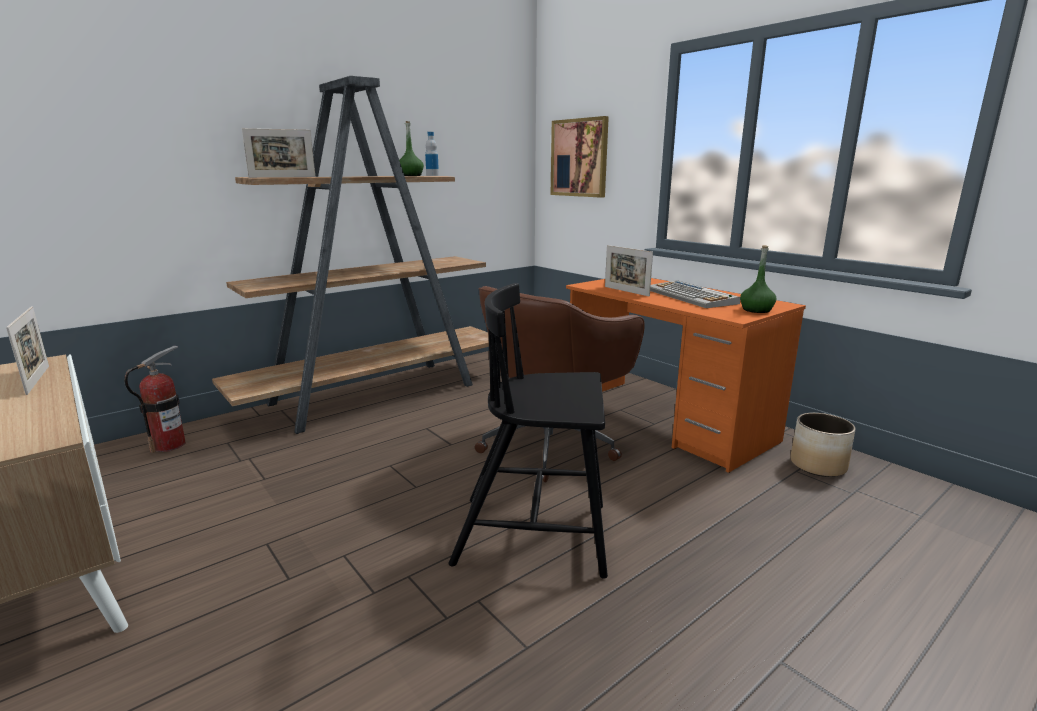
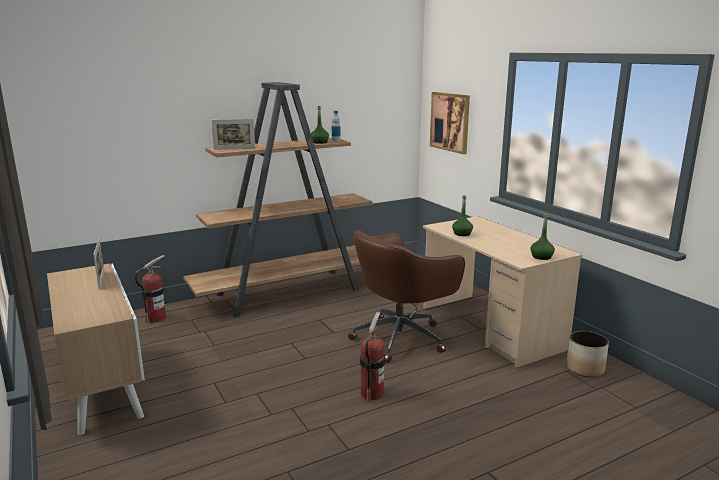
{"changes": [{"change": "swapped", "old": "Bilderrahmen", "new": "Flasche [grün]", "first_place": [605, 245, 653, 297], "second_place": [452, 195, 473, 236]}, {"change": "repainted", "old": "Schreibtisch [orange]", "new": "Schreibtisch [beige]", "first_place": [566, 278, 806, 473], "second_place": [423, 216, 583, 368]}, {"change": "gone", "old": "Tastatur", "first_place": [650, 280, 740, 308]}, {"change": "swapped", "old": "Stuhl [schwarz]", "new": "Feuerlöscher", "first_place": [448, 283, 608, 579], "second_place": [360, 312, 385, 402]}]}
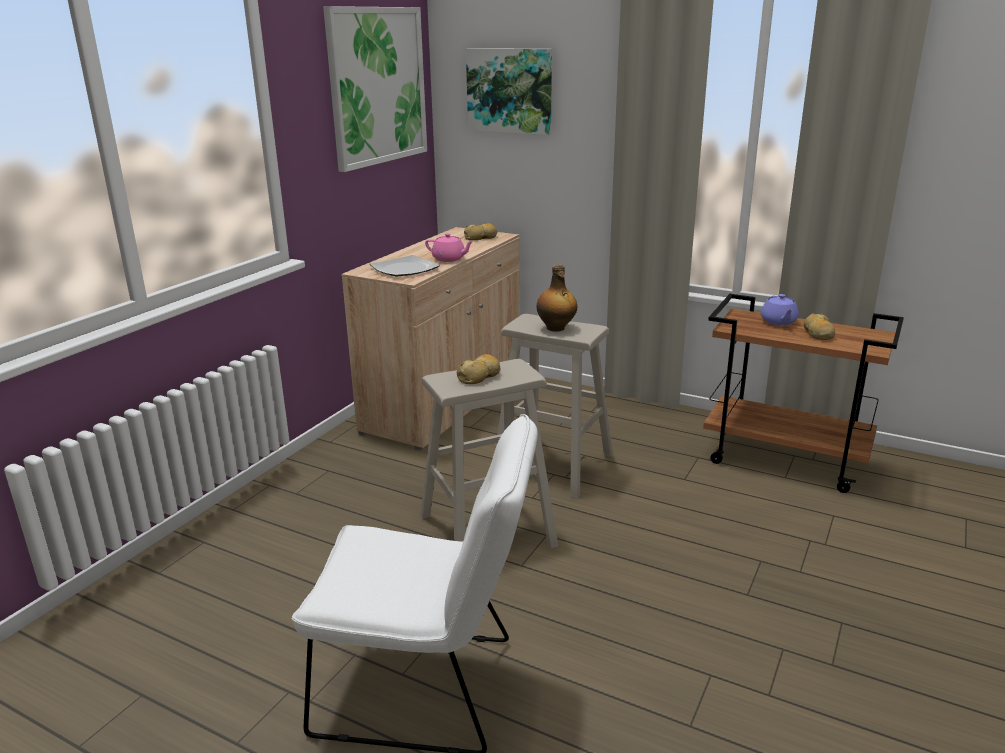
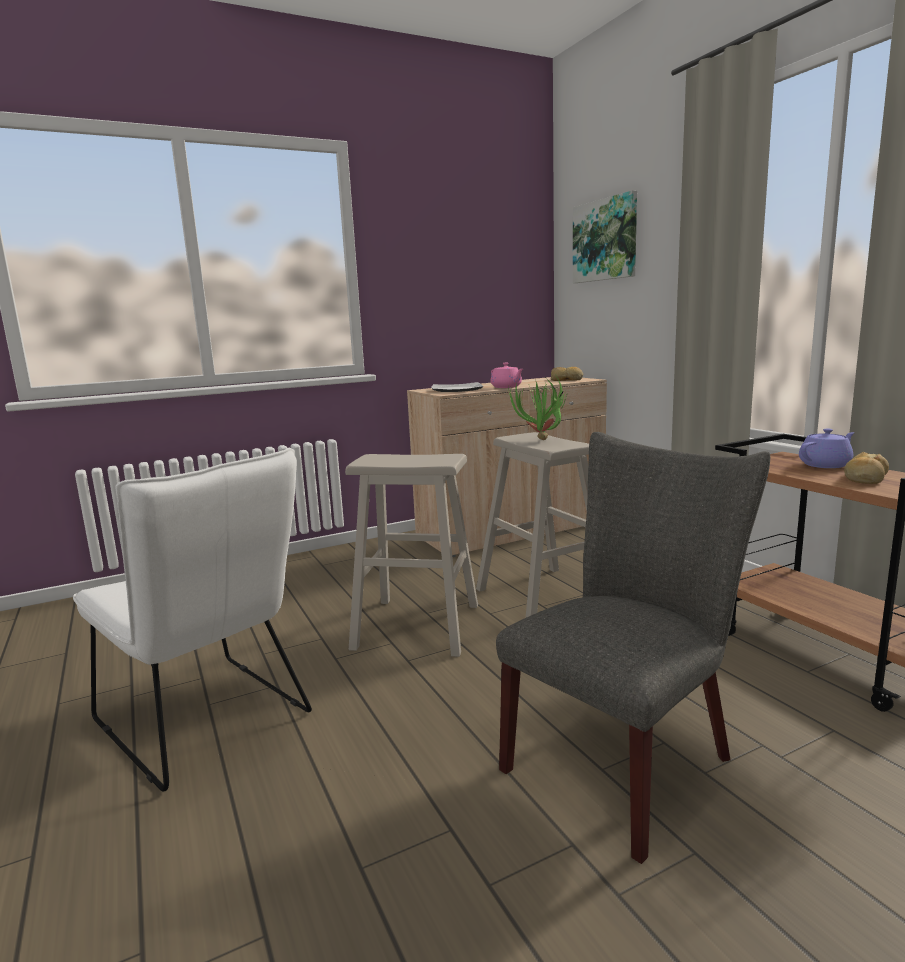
{"changes": [{"change": "gone", "old": "Bild", "first_place": [323, 6, 427, 172]}, {"change": "swapped", "old": "Flasche", "new": "Topfpflanze", "first_place": [537, 265, 577, 332], "second_place": [508, 374, 569, 440]}, {"change": "rotated", "old": "Teekanne [lila]", "first_place": [761, 294, 799, 325], "second_place": [799, 429, 855, 468], "degrees": -150}, {"change": "gone", "old": "Brot", "first_place": [457, 354, 500, 384]}, {"change": "new", "new": "Stuhl [grau]", "second_place": [496, 432, 770, 864]}]}
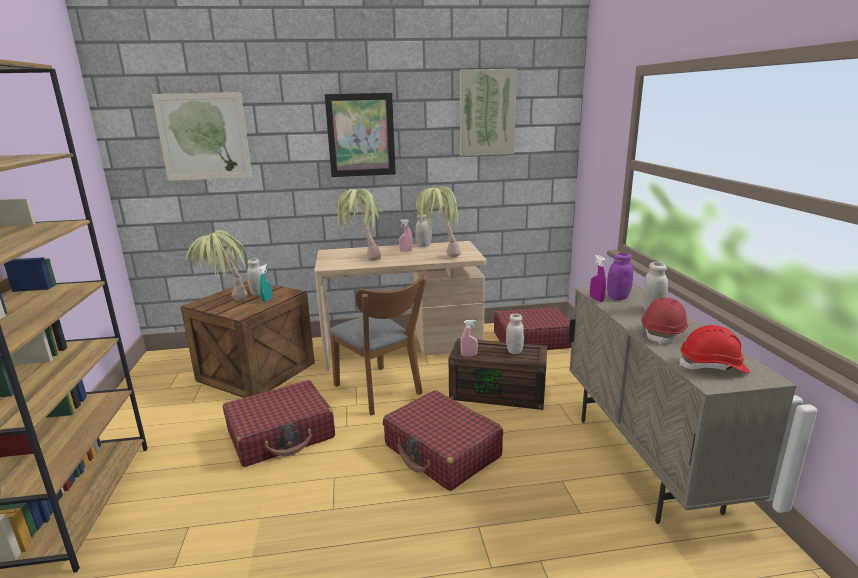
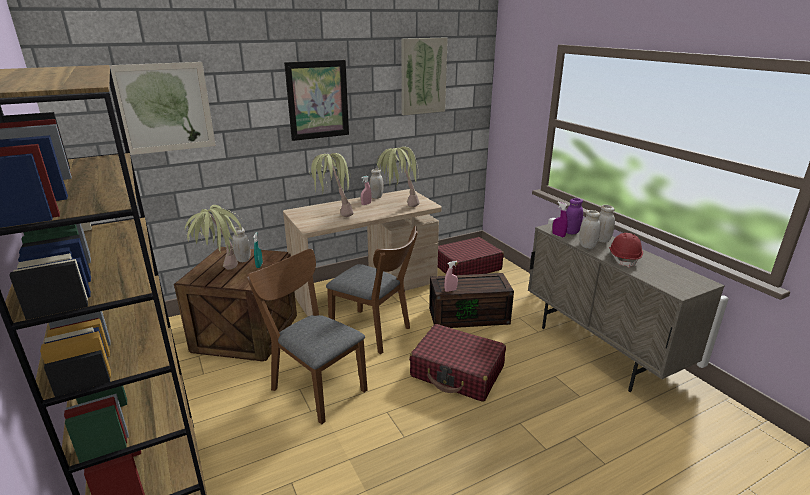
{"changes": [{"change": "shifted", "old": "Vorratsglas [weiß]", "first_place": [506, 314, 524, 354], "second_place": [579, 210, 601, 249]}, {"change": "gone", "old": "Schutzhelm [rot]", "first_place": [679, 325, 750, 374]}, {"change": "swapped", "old": "Koffer [rot]", "new": "Stuhl [braun]", "first_place": [223, 380, 335, 467], "second_place": [247, 249, 368, 424]}]}
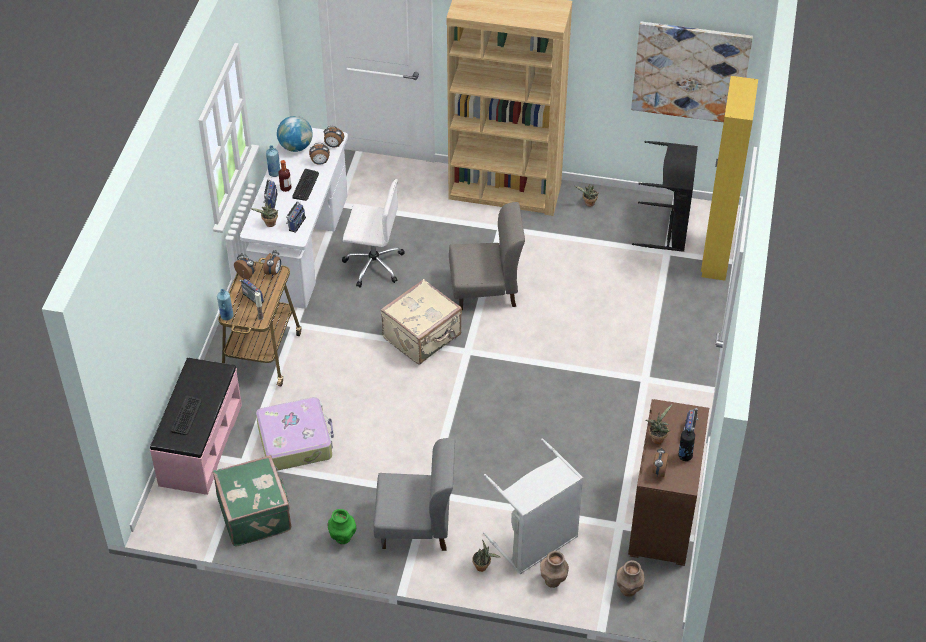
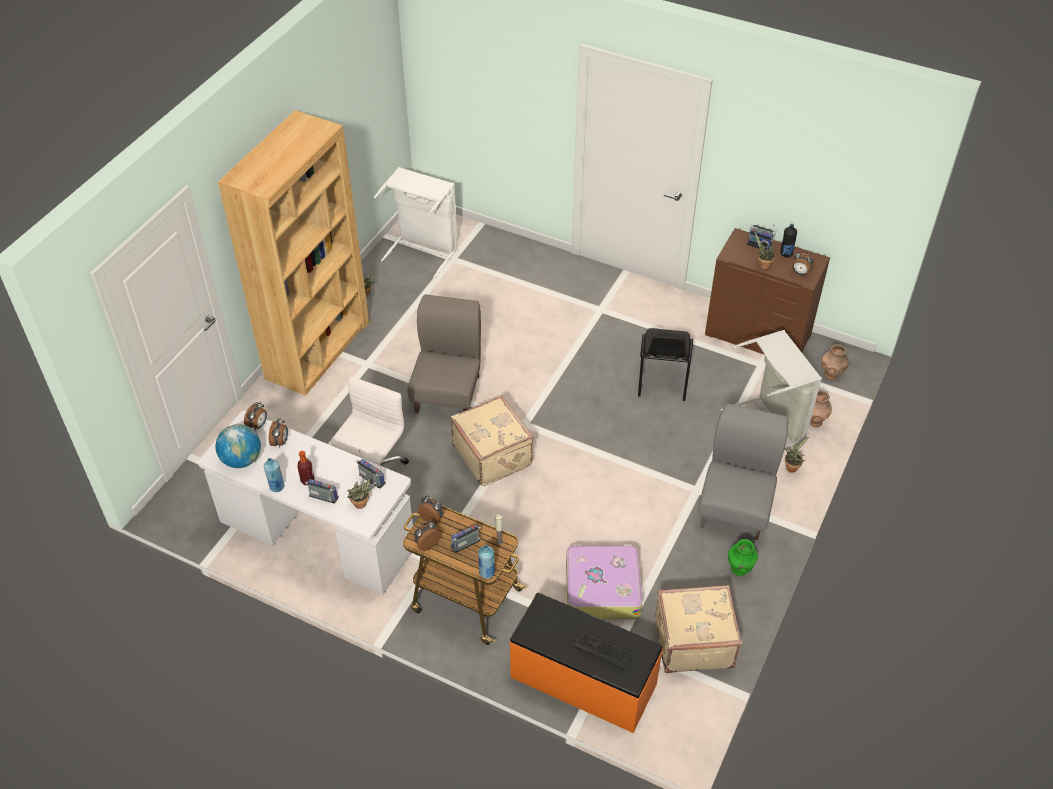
{"changes": [{"change": "gone", "old": "Bild", "first_place": [631, 22, 753, 122]}, {"change": "gone", "old": "Kleiderschrank [gelb]", "first_place": [701, 76, 758, 281]}, {"change": "repainted", "old": "Wäschekorb [schwarz]", "new": "Wäschekorb [weiß]", "first_place": [632, 141, 698, 252], "second_place": [374, 167, 458, 278]}, {"change": "gone", "old": "Tastatur", "first_place": [292, 169, 319, 201]}, {"change": "repainted", "old": "Bank [rosa]", "new": "Bank [orange]", "first_place": [150, 358, 242, 495], "second_place": [510, 593, 663, 733]}, {"change": "repainted", "old": "Koffer [grün]", "new": "Koffer [beige]", "first_place": [213, 455, 291, 547], "second_place": [655, 585, 742, 673]}, {"change": "new", "new": "Stuhl [schwarz]", "second_place": [638, 328, 693, 401]}]}
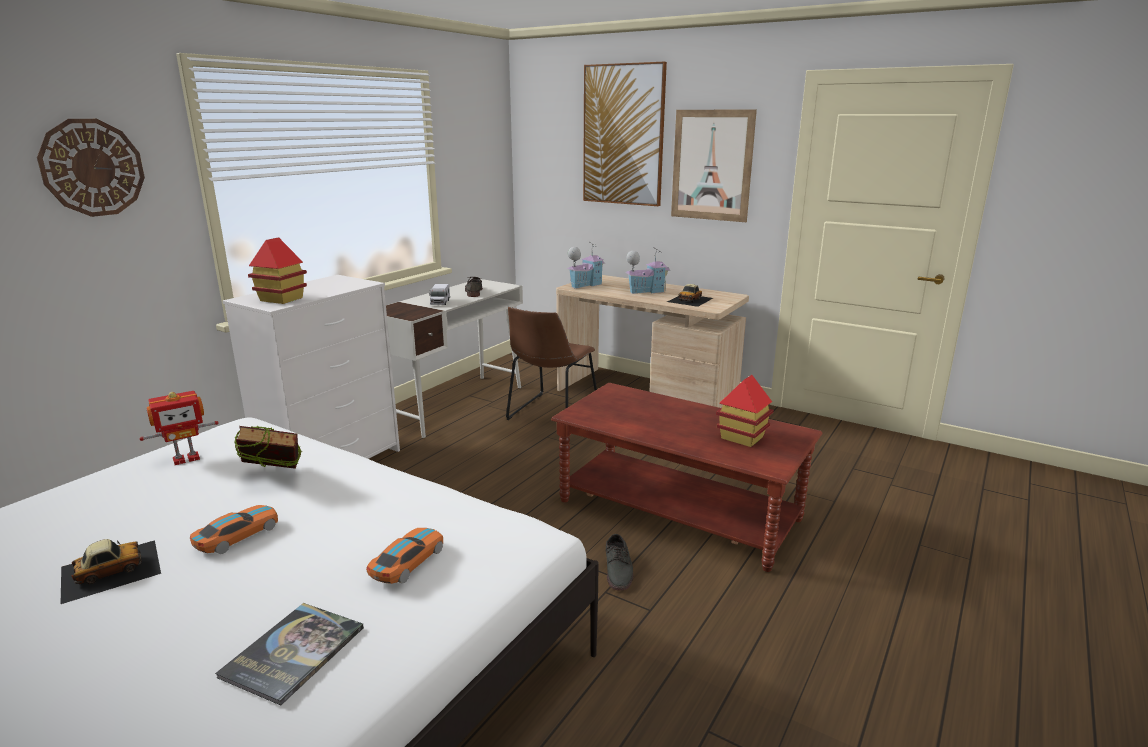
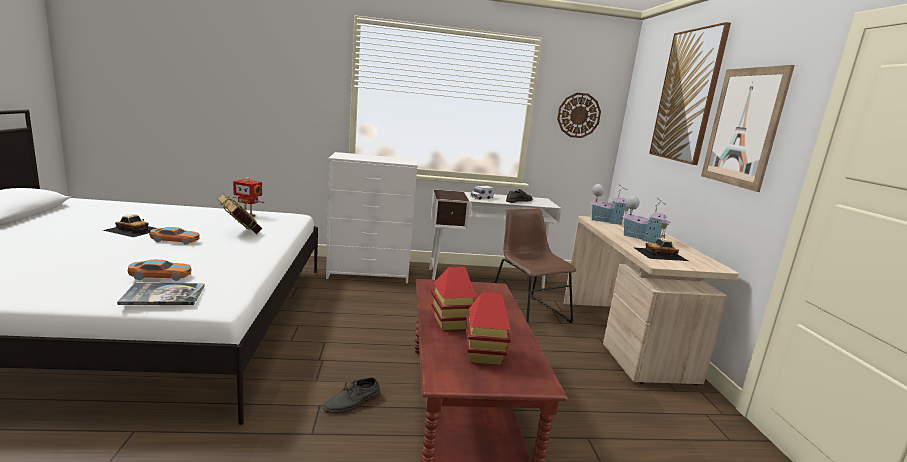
{"changes": [{"change": "shifted", "old": "Wanduhr", "first_place": [37, 119, 145, 217], "second_place": [557, 93, 601, 138]}, {"change": "shifted", "old": "Spielzeughaus", "first_place": [248, 237, 307, 304], "second_place": [431, 267, 476, 330]}, {"change": "rotated", "old": "Stuhl [braun]", "first_place": [506, 307, 597, 420], "second_place": [494, 208, 576, 325], "degrees": 75}, {"change": "shifted", "old": "Buch", "first_place": [215, 603, 364, 705], "second_place": [117, 283, 205, 305]}]}
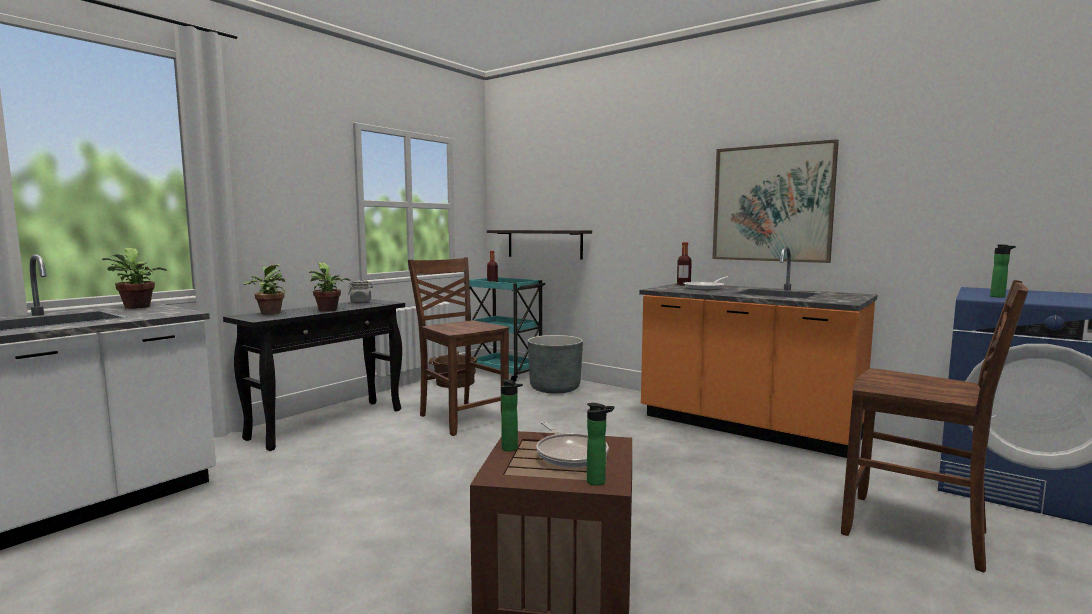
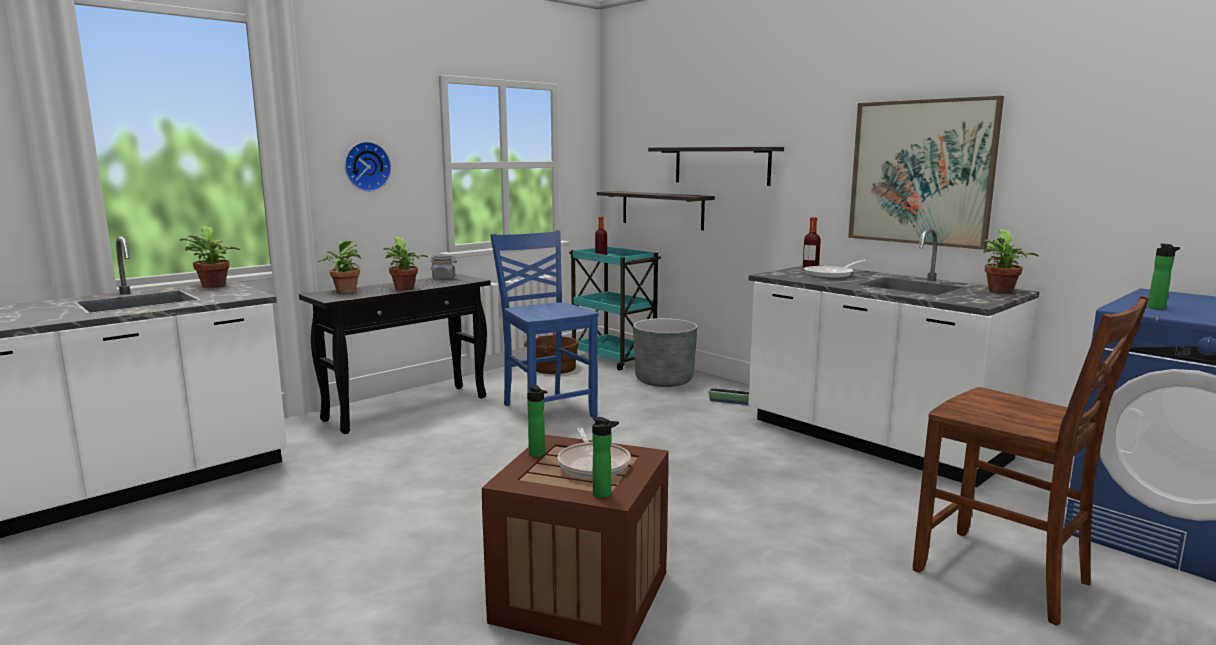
{"changes": [{"change": "repainted", "old": "Küchenzeile [orange]", "new": "Küchenzeile [weiß]", "first_place": [639, 247, 877, 458], "second_place": [748, 228, 1039, 487]}, {"change": "repainted", "old": "Stuhl [braun]", "new": "Stuhl [blau]", "first_place": [408, 257, 509, 436], "second_place": [490, 230, 599, 418]}, {"change": "new", "new": "Wanduhr", "second_place": [345, 141, 391, 192]}, {"change": "new", "new": "Wandregal", "second_place": [648, 147, 784, 186]}, {"change": "new", "new": "Topfpflanze", "second_place": [982, 229, 1039, 293]}, {"change": "new", "new": "Pflanzkübel", "second_place": [708, 388, 749, 405]}]}
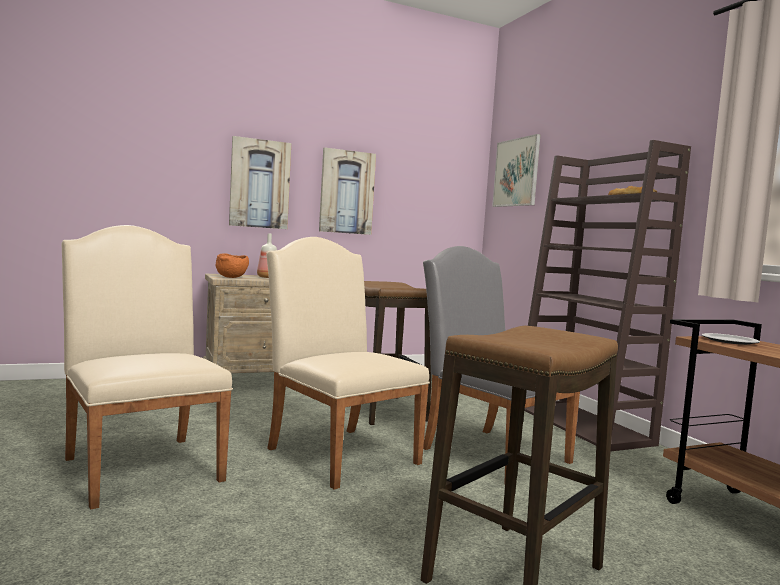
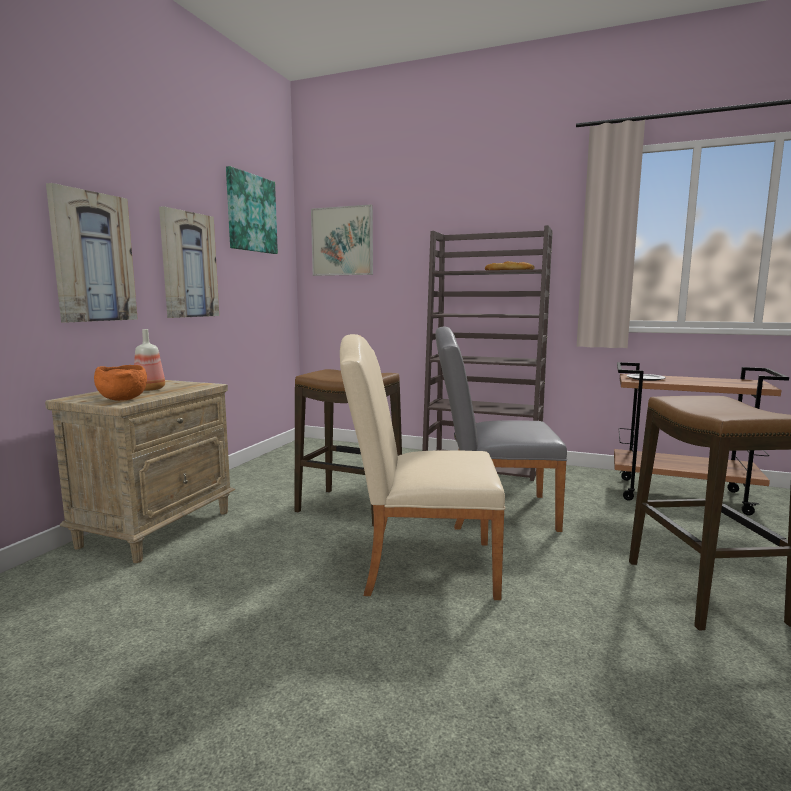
{"changes": [{"change": "gone", "old": "Stuhl [beige]", "first_place": [62, 225, 233, 510]}, {"change": "new", "new": "Bild", "second_place": [226, 166, 278, 254]}]}
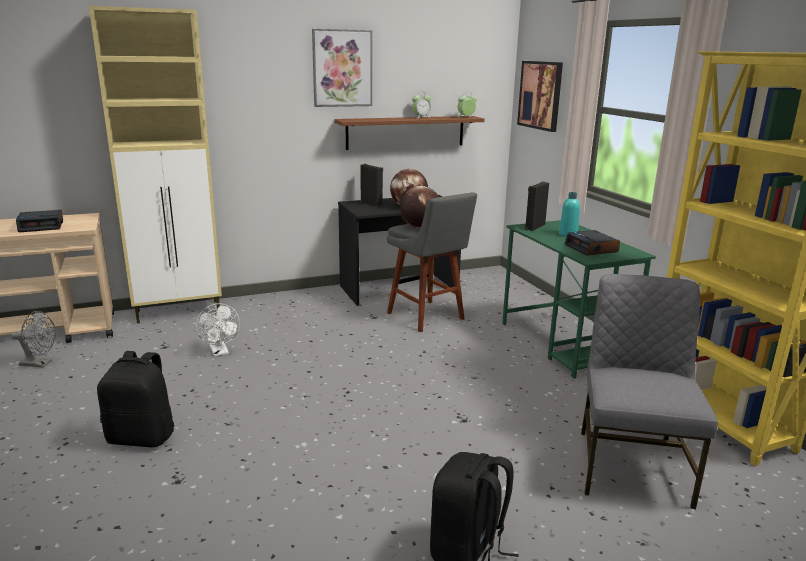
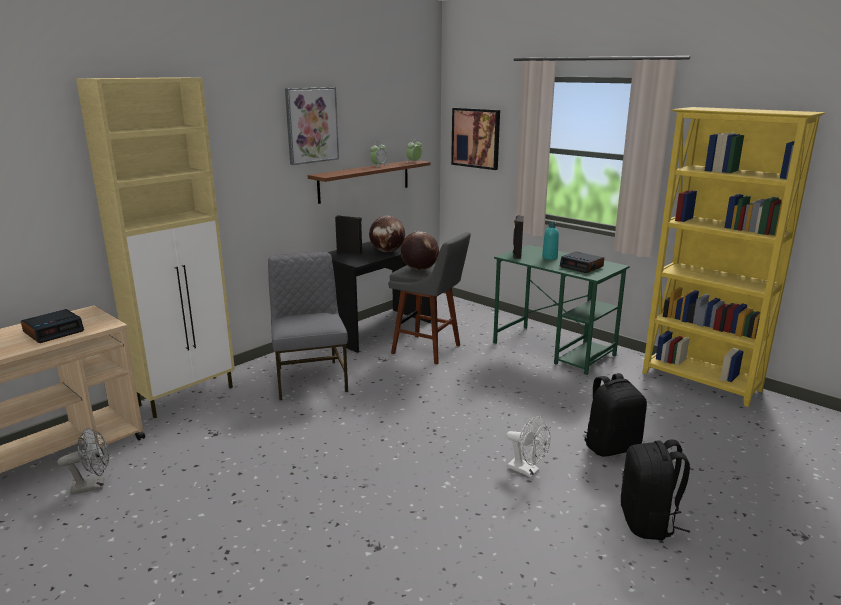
{"changes": [{"change": "shifted", "old": "Stuhl [grau]", "first_place": [581, 274, 718, 509], "second_place": [268, 252, 348, 400]}, {"change": "shifted", "old": "Ventilator [weiß]", "first_place": [196, 303, 240, 356], "second_place": [506, 416, 551, 478]}, {"change": "shifted", "old": "Rucksack [schwarz]", "first_place": [97, 351, 175, 447], "second_place": [584, 373, 647, 457]}]}
